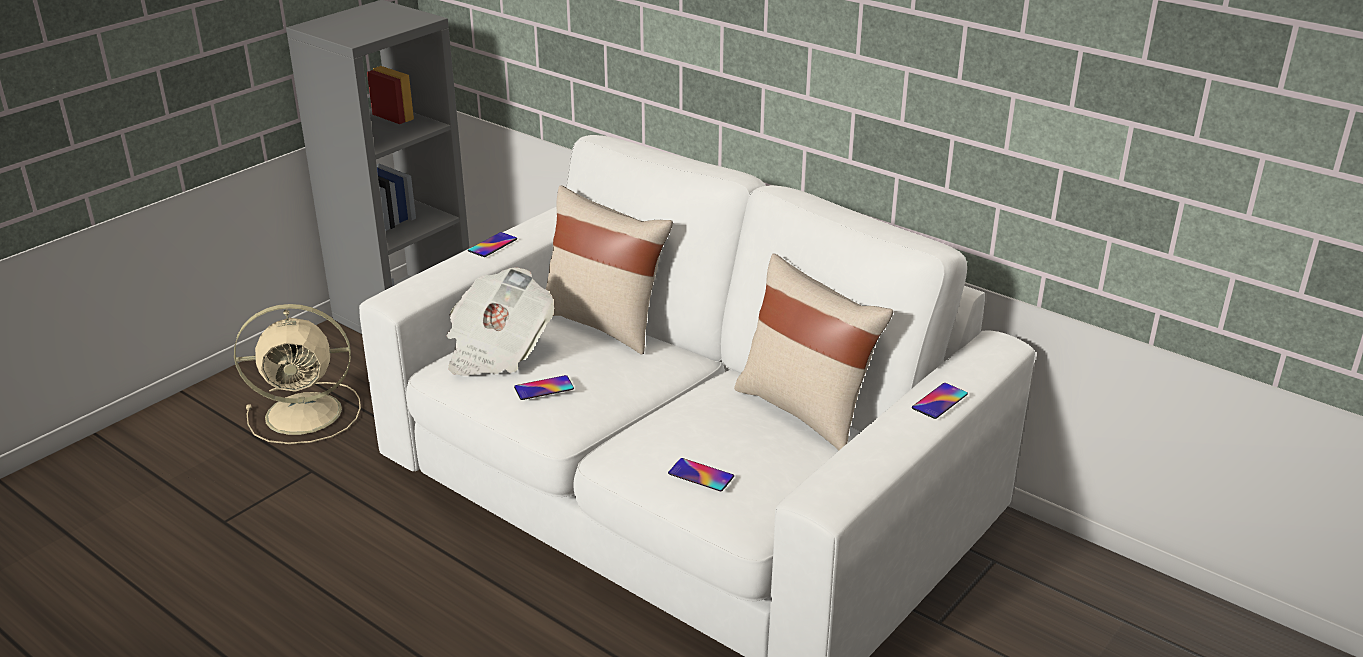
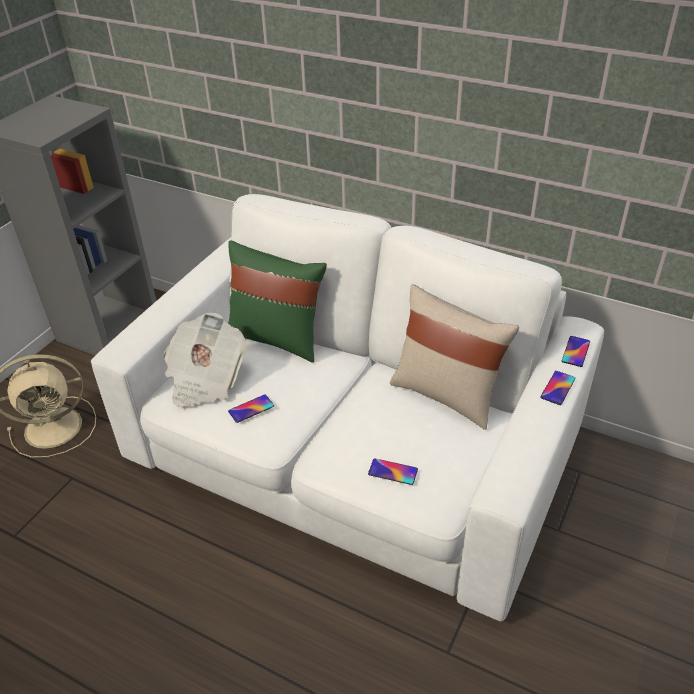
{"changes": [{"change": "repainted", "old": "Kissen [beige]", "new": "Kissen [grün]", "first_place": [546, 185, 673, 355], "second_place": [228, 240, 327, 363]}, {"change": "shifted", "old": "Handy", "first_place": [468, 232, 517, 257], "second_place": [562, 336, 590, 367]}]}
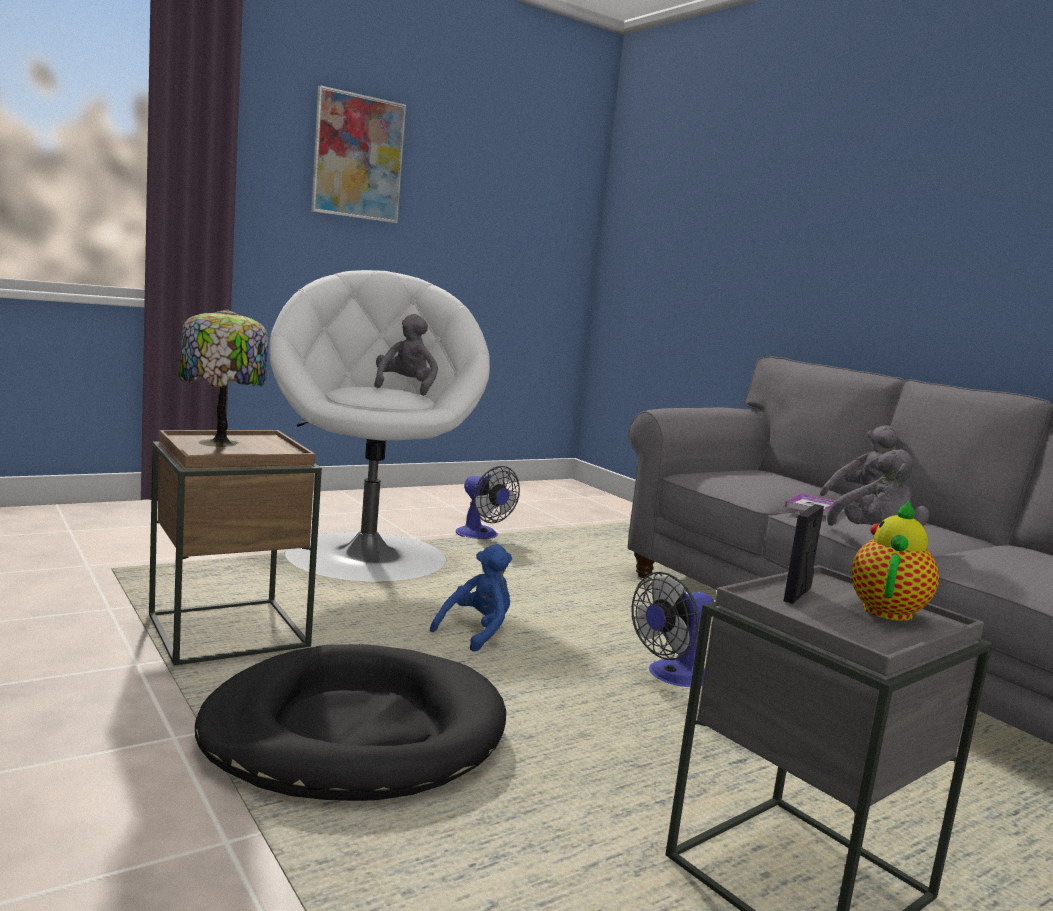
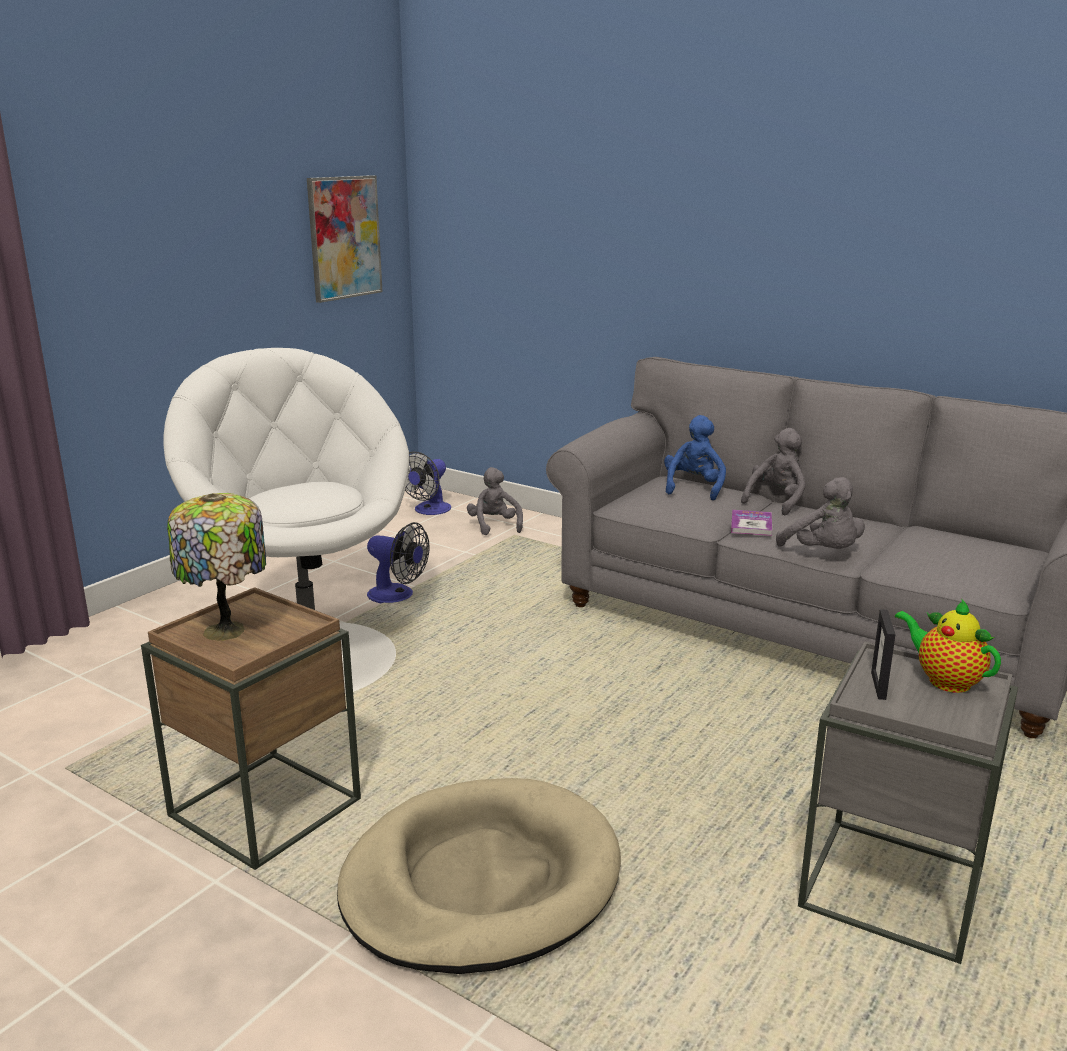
{"changes": [{"change": "shifted", "old": "Bild", "first_place": [311, 85, 406, 223], "second_place": [307, 175, 383, 303]}, {"change": "shifted", "old": "Plüschtier [grau]", "first_place": [374, 314, 438, 396], "second_place": [467, 467, 523, 535]}, {"change": "rotated", "old": "Teekanne", "first_place": [851, 499, 939, 621], "second_place": [895, 599, 1001, 693], "degrees": -45}, {"change": "shifted", "old": "Plüschtier [blau]", "first_place": [430, 544, 512, 651], "second_place": [664, 415, 726, 501]}, {"change": "shifted", "old": "Ventilator", "first_place": [632, 572, 714, 687], "second_place": [405, 452, 451, 515]}, {"change": "repainted", "old": "Hundebett [schwarz]", "new": "Hundebett [beige]", "first_place": [195, 644, 506, 801], "second_place": [337, 778, 621, 974]}]}
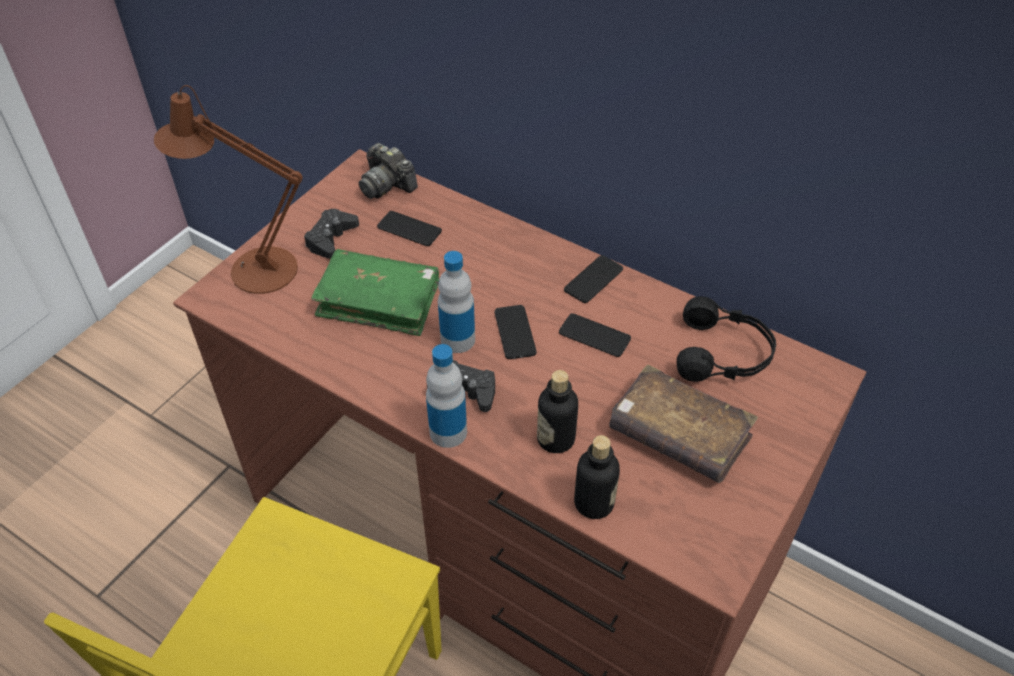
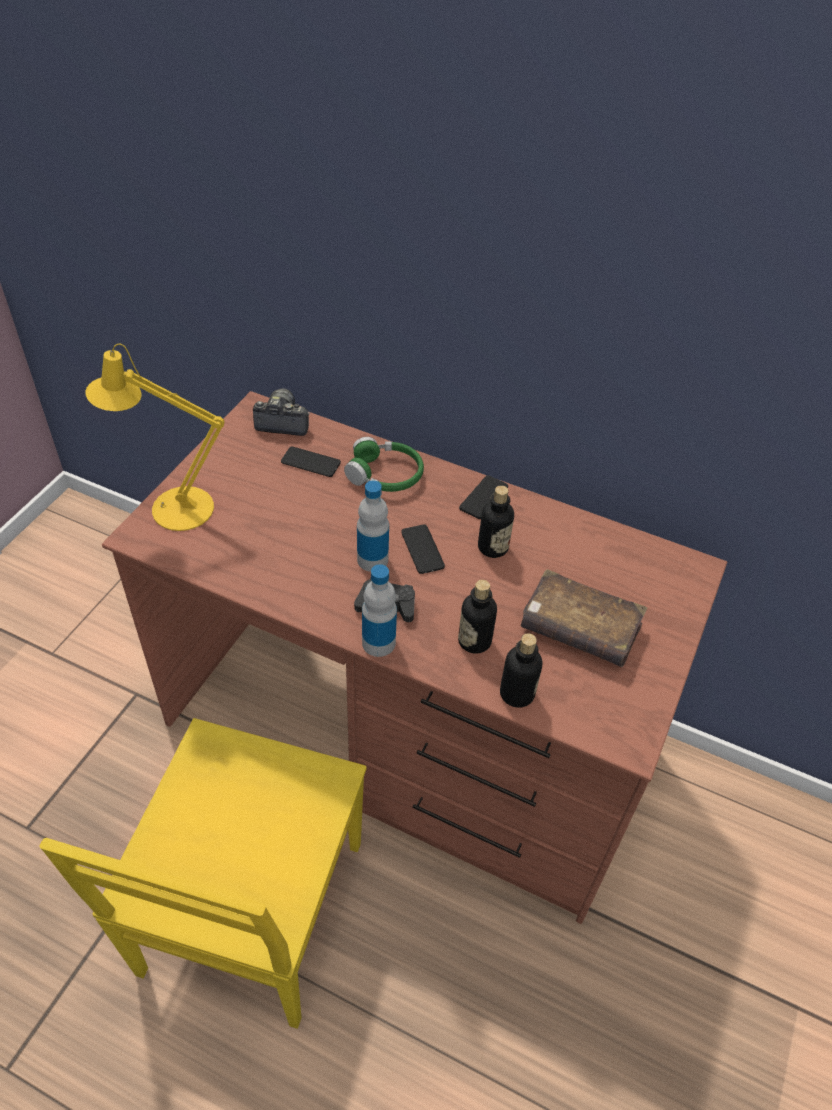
{"changes": [{"change": "repainted", "old": "Tischlampe [braun]", "new": "Tischlampe [gelb]", "first_place": [154, 85, 303, 294], "second_place": [86, 343, 225, 531]}, {"change": "rotated", "old": "Kamera", "first_place": [359, 143, 418, 199], "second_place": [253, 388, 310, 436], "degrees": 150}, {"change": "gone", "old": "Gamepad [schwarz]", "first_place": [304, 209, 359, 259]}, {"change": "gone", "old": "Buch [grün]", "first_place": [311, 249, 439, 336]}, {"change": "gone", "old": "Kopfhörer [schwarz]", "first_place": [677, 296, 776, 382]}, {"change": "swapped", "old": "Handy", "new": "Flasche", "first_place": [559, 313, 631, 357], "second_place": [478, 485, 514, 558]}, {"change": "new", "new": "Kopfhörer [grün]", "second_place": [344, 437, 424, 492]}]}
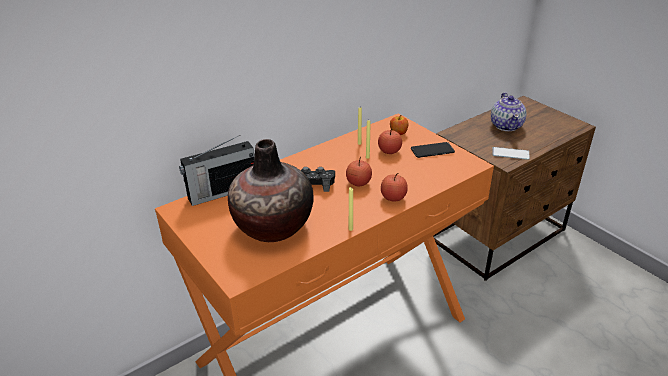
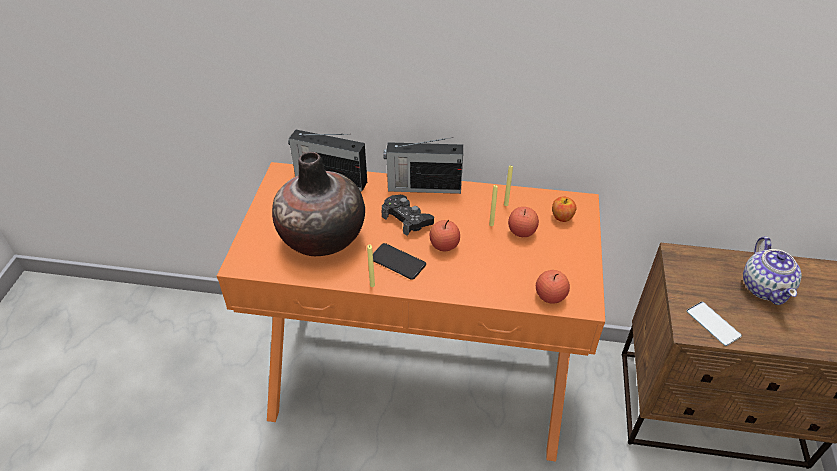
{"changes": [{"change": "rotated", "old": "Teekanne", "first_place": [491, 92, 527, 131], "second_place": [743, 236, 802, 305], "degrees": -45}, {"change": "shifted", "old": "Handy", "first_place": [411, 142, 455, 158], "second_place": [373, 243, 426, 280]}, {"change": "shifted", "old": "Apfel", "first_place": [381, 173, 408, 202], "second_place": [536, 270, 570, 304]}, {"change": "new", "new": "Radio", "second_place": [384, 137, 463, 194]}]}
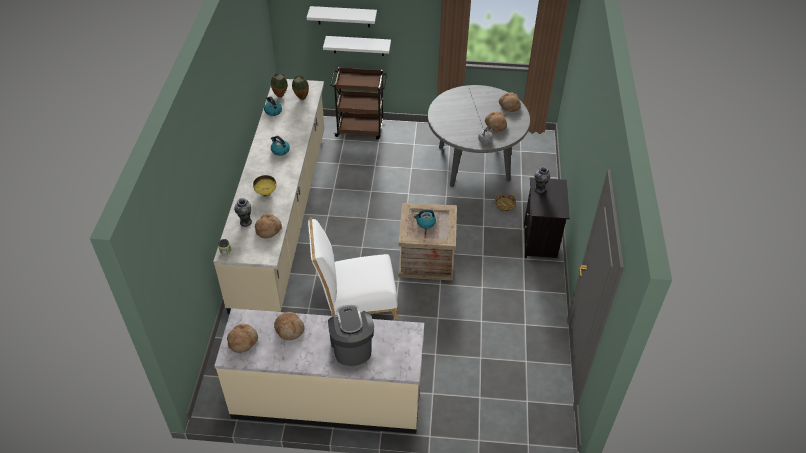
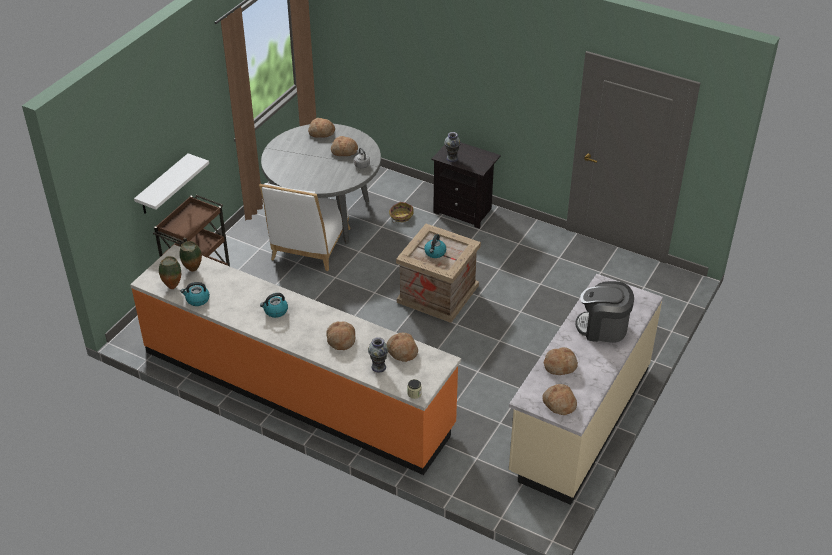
{"changes": [{"change": "gone", "old": "Wandregal [weiß]", "first_place": [307, 6, 377, 27]}, {"change": "repainted", "old": "Küchenzeile [beige]", "new": "Küchenzeile [orange]", "first_place": [213, 79, 325, 314], "second_place": [130, 245, 461, 475]}, {"change": "swapped", "old": "Schüssel [gelb]", "new": "Brot", "first_place": [253, 175, 276, 197], "second_place": [326, 321, 355, 350]}, {"change": "shifted", "old": "Stuhl [weiß]", "first_place": [308, 217, 399, 319], "second_place": [259, 183, 351, 271]}]}
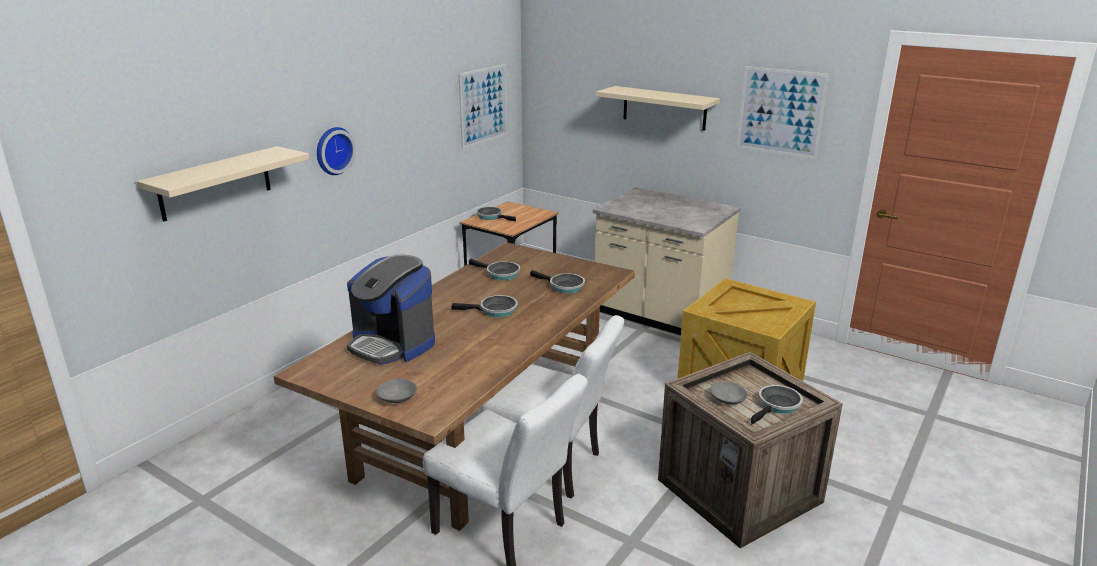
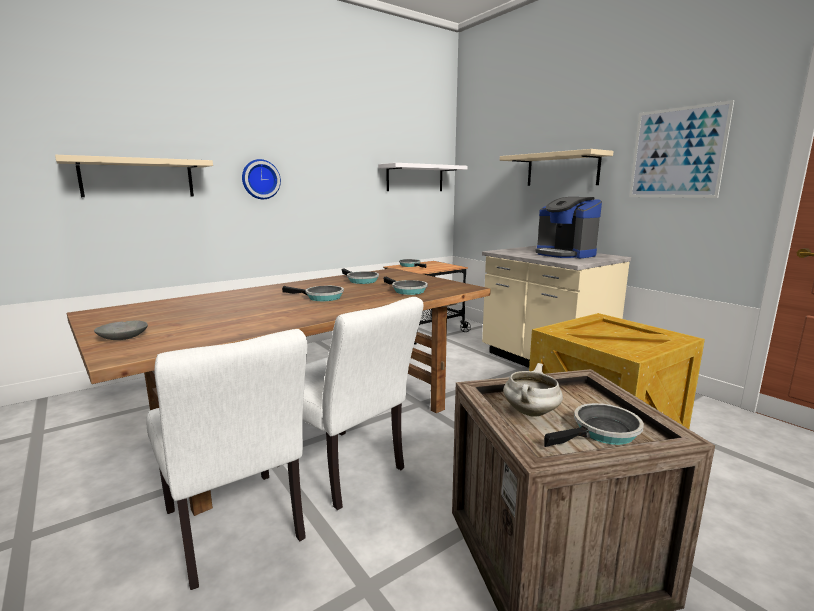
{"changes": [{"change": "swapped", "old": "Bild", "new": "Wandregal [weiß]", "first_place": [458, 64, 507, 149], "second_place": [378, 163, 468, 191]}, {"change": "shifted", "old": "Kaffeemaschine", "first_place": [347, 255, 435, 365], "second_place": [535, 197, 602, 259]}, {"change": "swapped", "old": "Schüssel [grau]", "new": "Kochtopf [weiß]", "first_place": [710, 382, 748, 404], "second_place": [503, 363, 563, 417]}]}
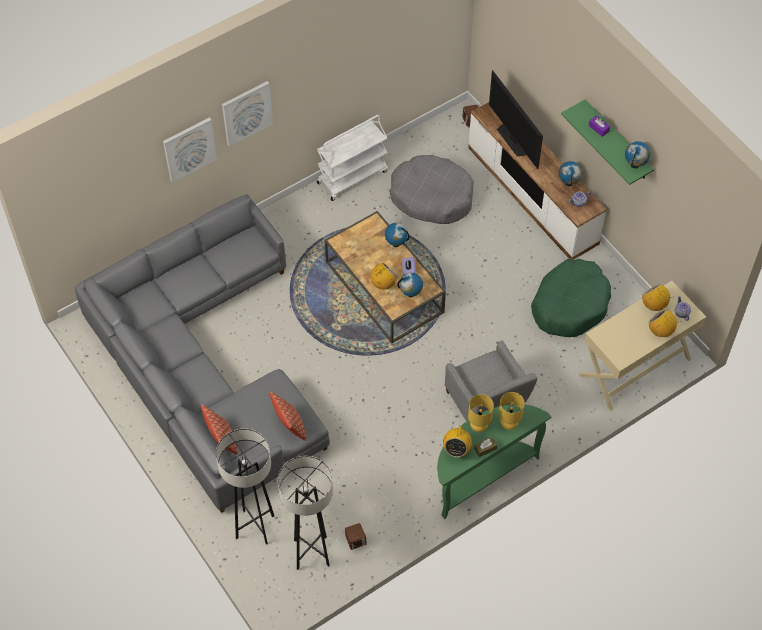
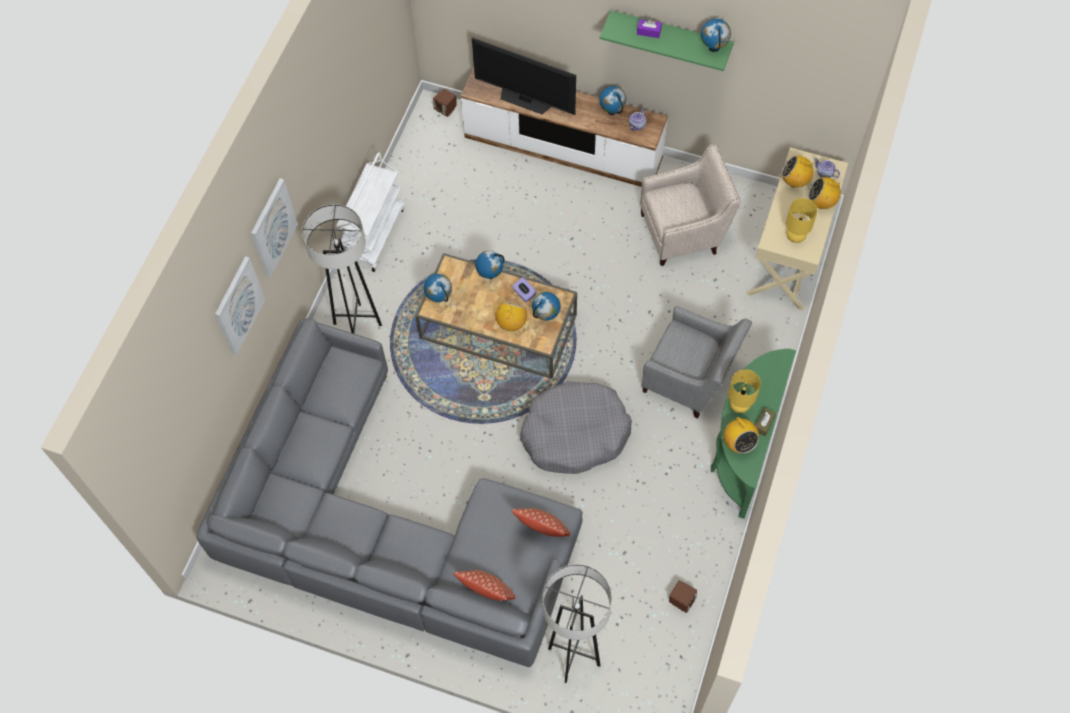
{"changes": [{"change": "shifted", "old": "Hundebett [grau]", "first_place": [389, 155, 474, 224], "second_place": [520, 381, 632, 474]}, {"change": "swapped", "old": "Hundebett [grün]", "new": "Sessel [beige]", "first_place": [531, 259, 611, 337], "second_place": [640, 144, 740, 266]}, {"change": "shifted", "old": "Tischlampe [gelb]", "first_place": [499, 392, 525, 430], "second_place": [786, 198, 817, 243]}, {"change": "shifted", "old": "Stehlampe [grau]", "first_place": [278, 456, 333, 570], "second_place": [302, 204, 382, 333]}, {"change": "new", "new": "Globus", "second_place": [424, 274, 452, 302]}]}
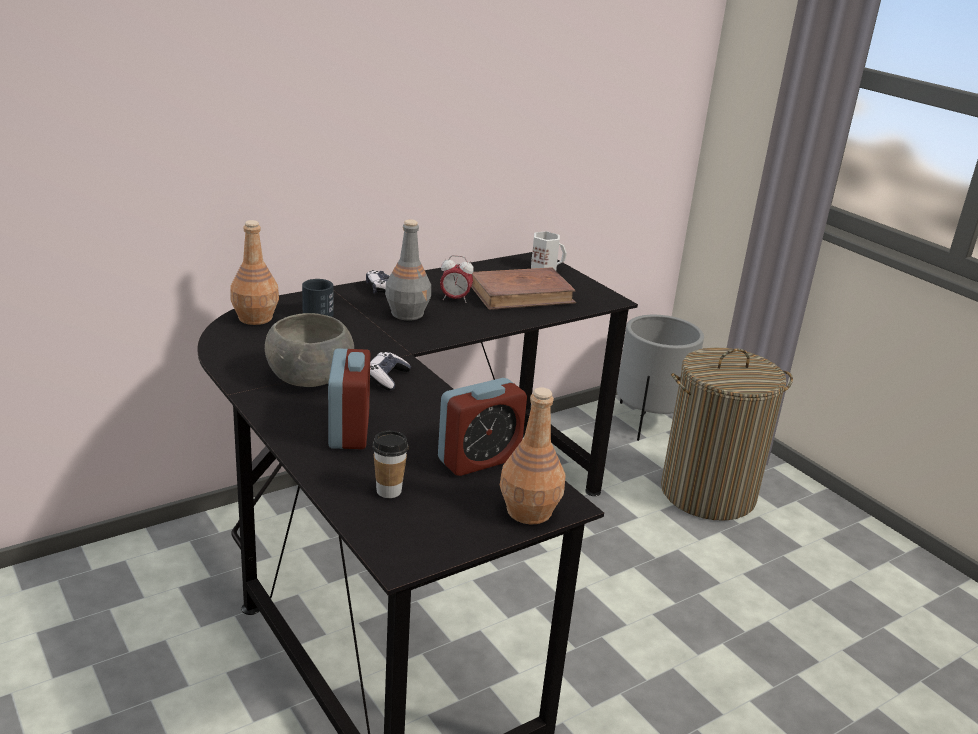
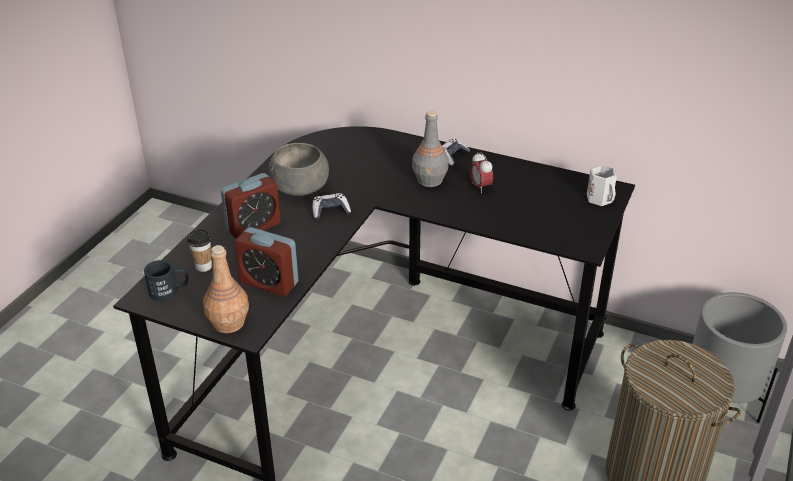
{"changes": [{"change": "gone", "old": "Flasche [braun]", "first_place": [230, 220, 279, 325]}, {"change": "gone", "old": "Buch [braun]", "first_place": [471, 267, 576, 310]}, {"change": "shifted", "old": "Henkelbecher [schwarz]", "first_place": [302, 279, 333, 317], "second_place": [144, 260, 189, 301]}]}
